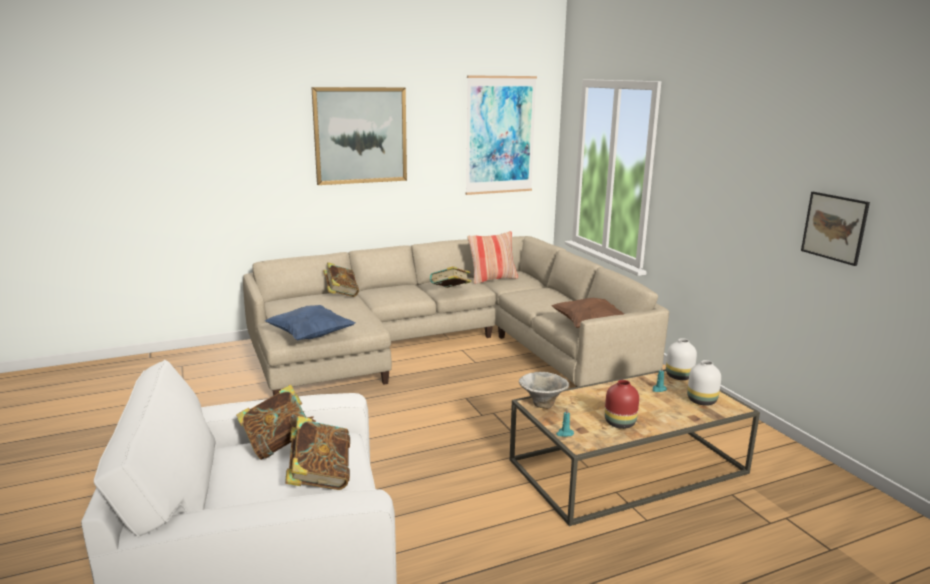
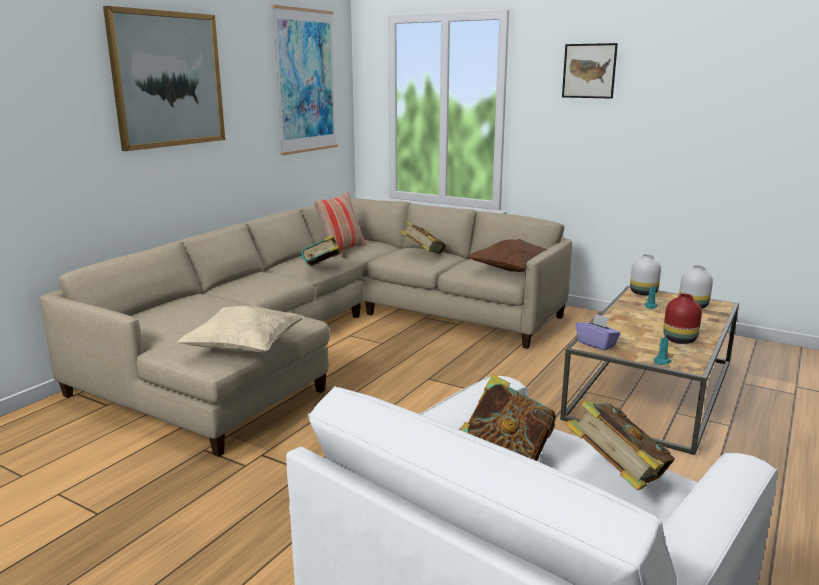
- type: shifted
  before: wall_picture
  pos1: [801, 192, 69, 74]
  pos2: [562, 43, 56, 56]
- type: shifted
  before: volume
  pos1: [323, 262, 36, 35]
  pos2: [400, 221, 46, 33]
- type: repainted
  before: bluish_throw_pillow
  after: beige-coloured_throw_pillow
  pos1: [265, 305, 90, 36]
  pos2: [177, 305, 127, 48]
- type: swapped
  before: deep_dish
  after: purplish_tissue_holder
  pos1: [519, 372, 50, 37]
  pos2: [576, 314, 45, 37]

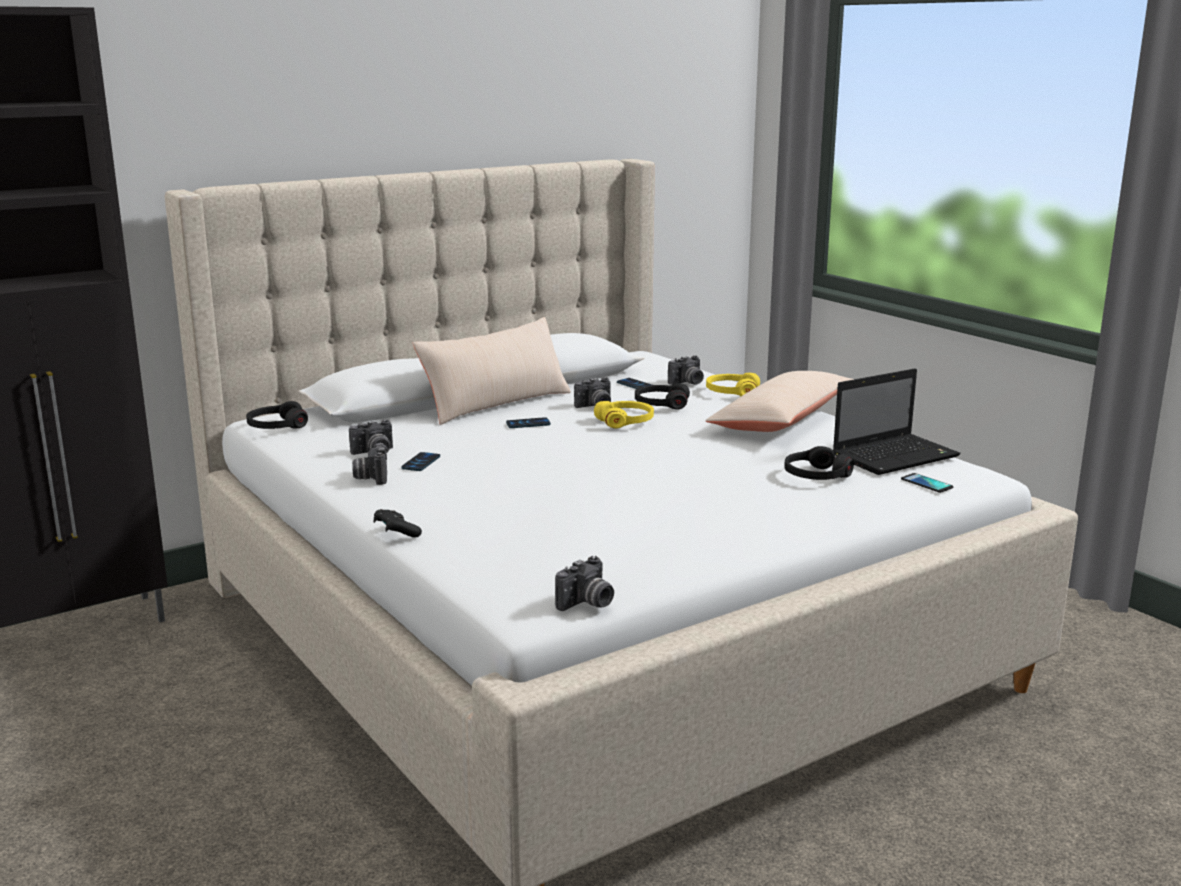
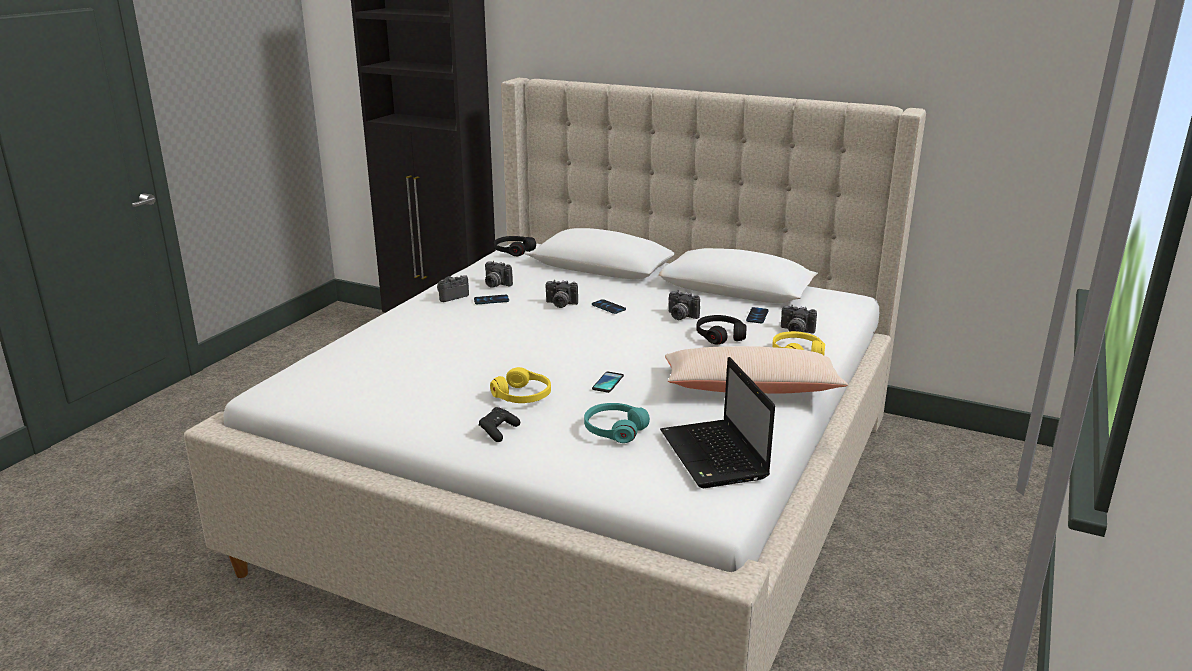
- type: gone
  before: beige-coloured_throw_pillow
  pos1: [413, 317, 158, 108]
- type: rotated
  before: portable_computer
  pos1: [833, 368, 128, 107]
  pos2: [660, 357, 115, 131]
  turn: 45
- type: shifted
  before: yellowish_pair_of_headphones
  pos1: [594, 401, 60, 27]
  pos2: [490, 367, 61, 36]
- type: repainted
  before: black-coloured_pair_of_headphones
  after: blue-green_pair_of_headphones
  pos1: [784, 446, 70, 34]
  pos2: [584, 403, 66, 40]
- type: shifted
  before: handset
  pos1: [901, 473, 53, 20]
  pos2: [592, 371, 32, 22]
- type: shifted
  before: black-coloured_game_controller
  pos1: [374, 509, 48, 29]
  pos2: [479, 407, 41, 35]
- type: shifted
  before: photo_camera
  pos1: [555, 556, 59, 55]
  pos2: [545, 280, 33, 28]

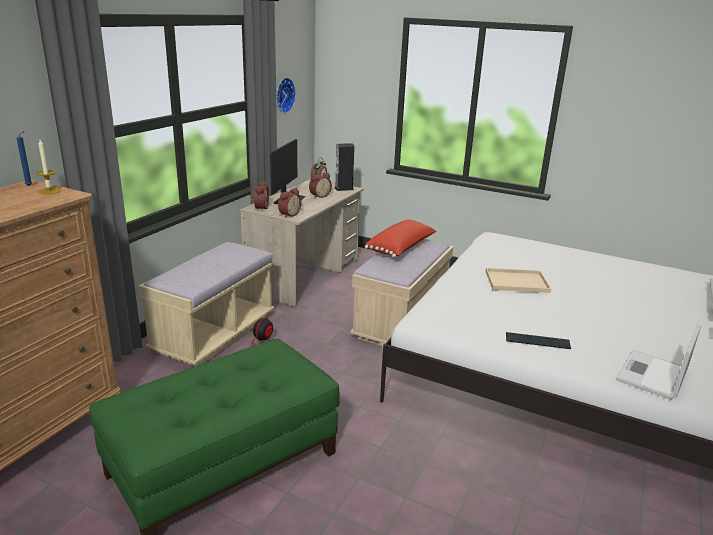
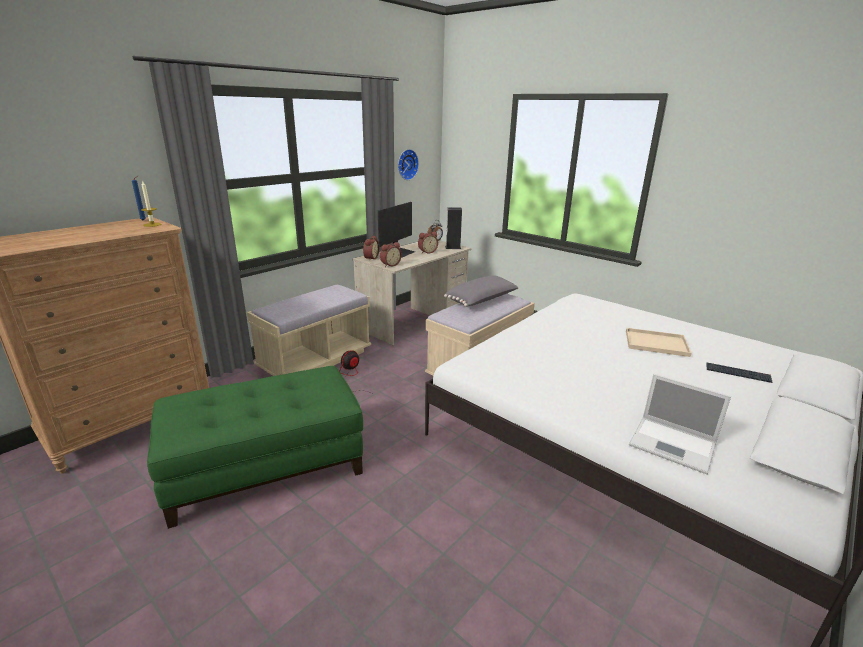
- type: repainted
  before: red-coloured_throw_pillow
  after: gray_throw_pillow
  pos1: [365, 219, 71, 38]
  pos2: [444, 275, 75, 32]
- type: shifted
  before: beige-coloured_serving_tray
  pos1: [486, 268, 65, 25]
  pos2: [626, 328, 65, 29]
- type: rotated
  before: portable_computer
  pos1: [616, 324, 85, 76]
  pos2: [629, 374, 102, 101]
  turn: -105
- type: shifted
  before: keyboard
  pos1: [506, 332, 65, 17]
  pos2: [706, 363, 67, 20]

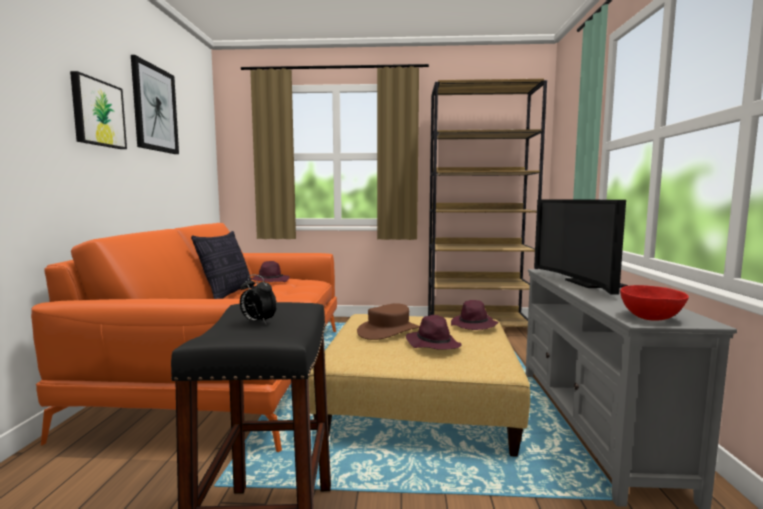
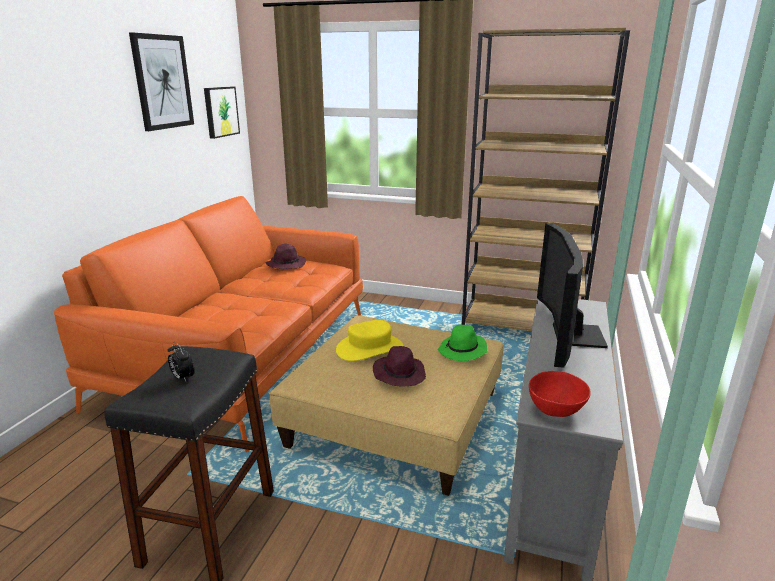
- type: shifted
  before: wall_picture
  pos1: [70, 71, 57, 78]
  pos2: [204, 87, 36, 52]
- type: gone
  before: throw_pillow
  pos1: [191, 231, 63, 68]
- type: repainted
  before: purplish_clothing_hat
  after: green_clothing_hat
  pos1: [451, 300, 48, 30]
  pos2: [438, 325, 50, 36]
- type: repainted
  before: brownish_clothing_hat
  after: yellowish_clothing_hat
  pos1: [357, 303, 63, 37]
  pos2: [336, 320, 67, 41]

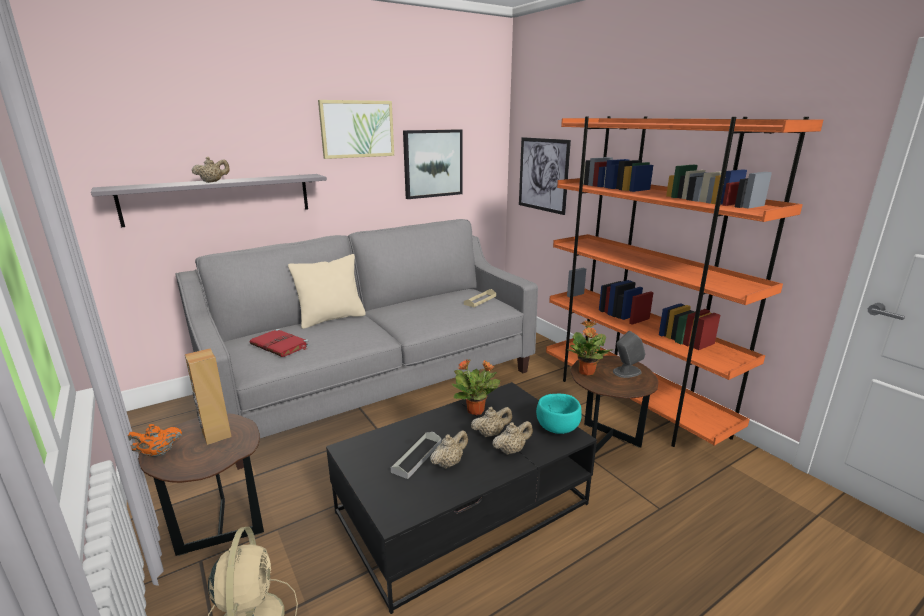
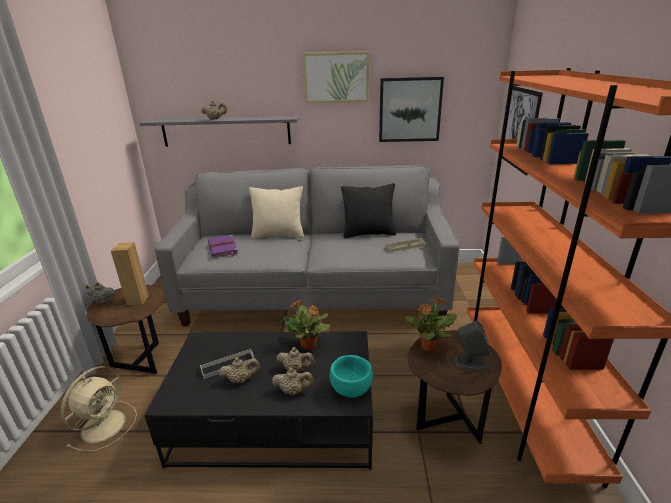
- type: repainted
  before: red-coloured_volume
  after: purplish_volume
  pos1: [250, 329, 60, 28]
  pos2: [208, 235, 31, 23]
- type: repainted
  before: orange-coloured_tea_pot
  after: beige-coloured_tea_pot
  pos1: [128, 424, 54, 33]
  pos2: [86, 282, 30, 21]
- type: new
  after: black-coloured_throw_pillow
  pos2: [341, 183, 55, 55]

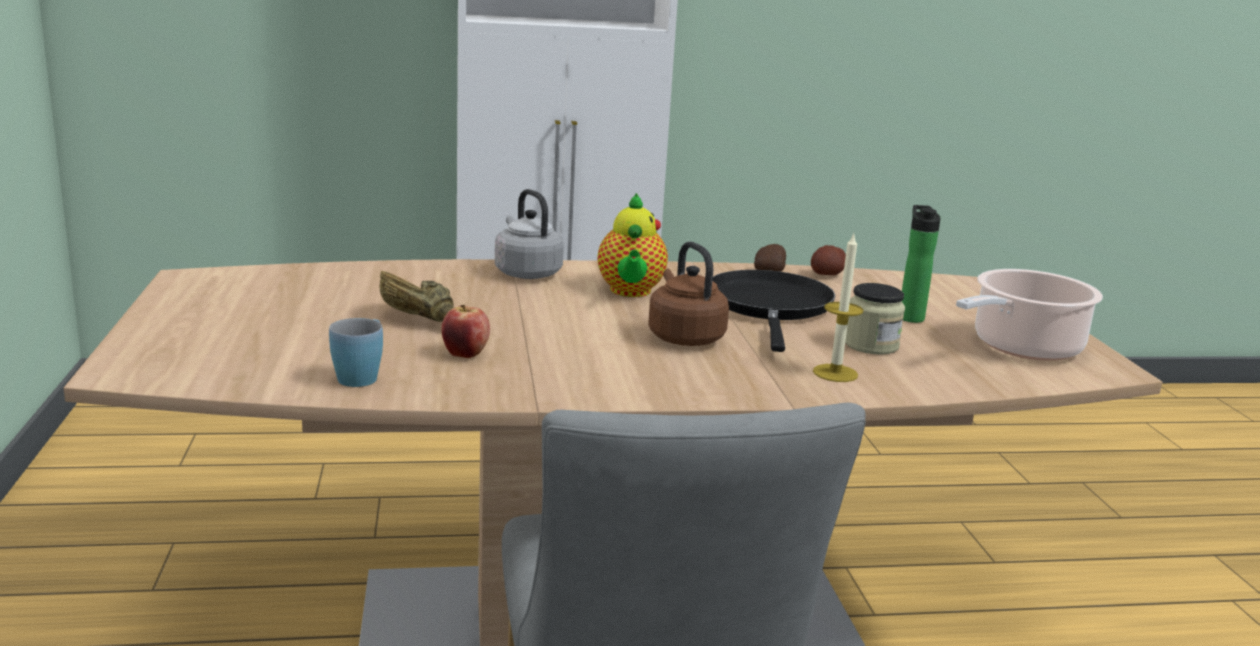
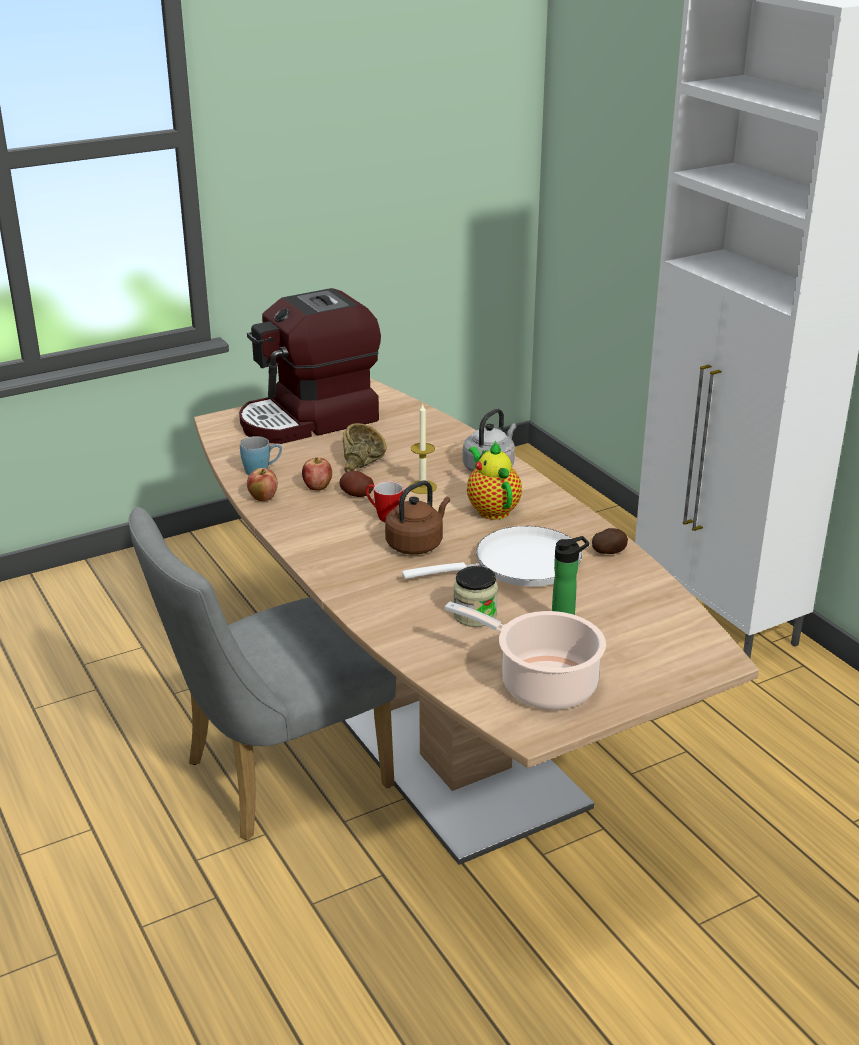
- type: rotated
  before: tea_pot
  pos1: [598, 193, 70, 104]
  pos2: [467, 441, 55, 79]
  turn: 90
- type: shifted
  before: candle
  pos1: [813, 233, 51, 149]
  pos2: [409, 403, 28, 91]
- type: shifted
  before: spud
  pos1: [811, 245, 35, 30]
  pos2: [339, 471, 35, 26]
- type: repainted
  before: black-coloured_frying_pan
  after: white_frying_pan
  pos1: [712, 270, 123, 82]
  pos2: [402, 526, 180, 60]
- type: new
  after: coffee_brewer
  pos2: [239, 288, 142, 156]
- type: new
  after: apple_fruit
  pos2: [247, 468, 31, 33]
- type: new
  after: coffee_mug
  pos2: [366, 481, 37, 41]

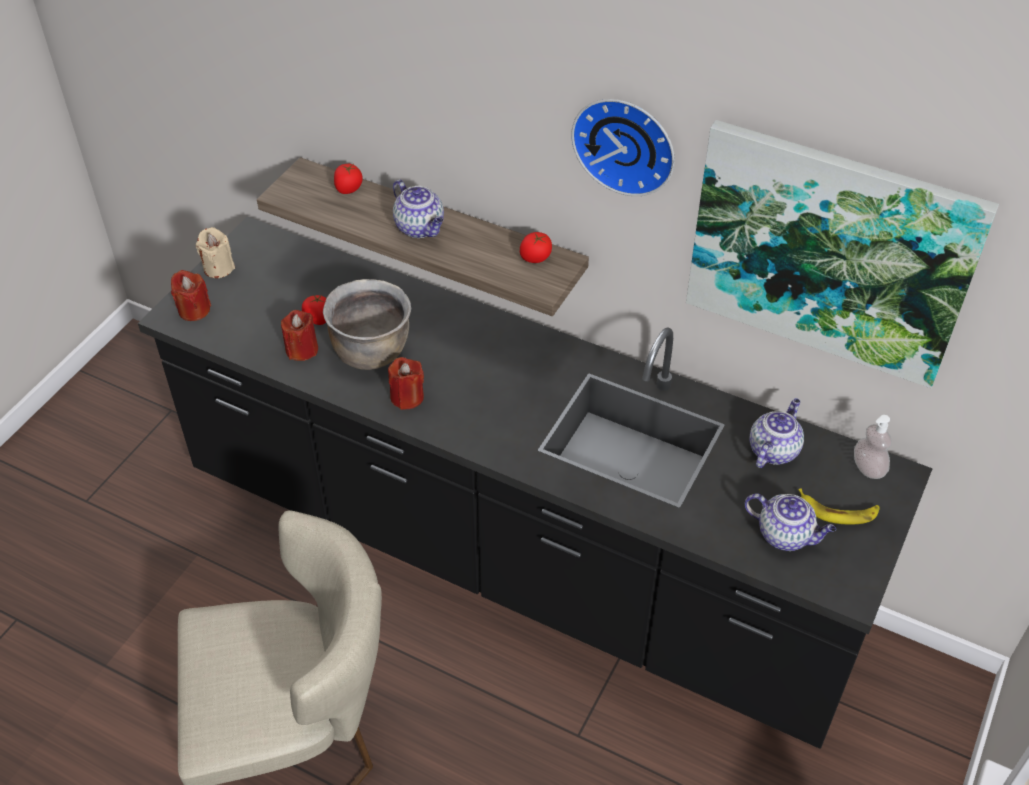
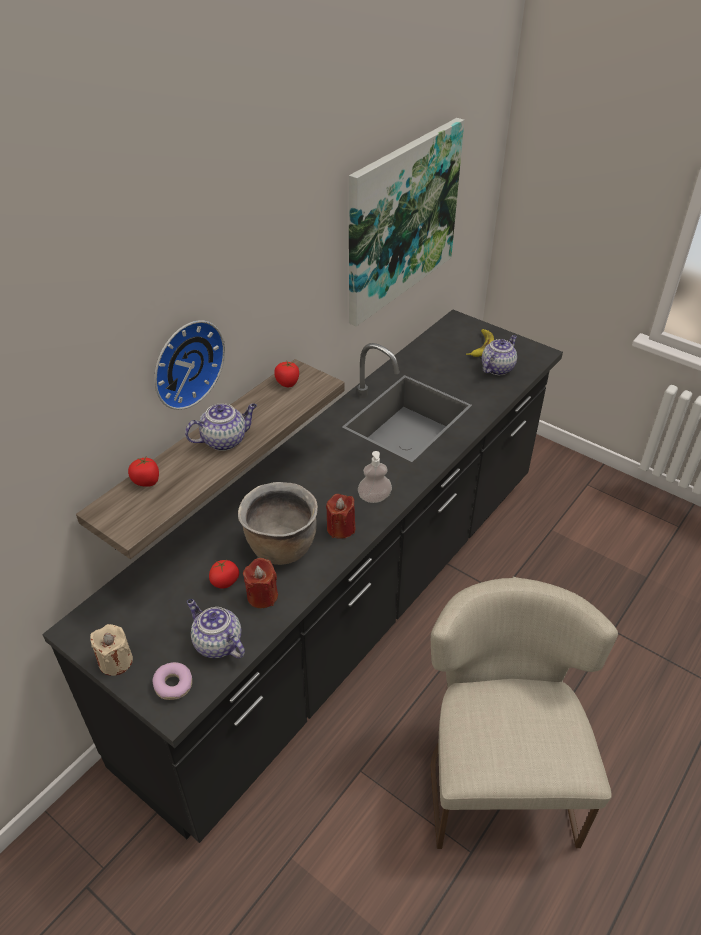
- type: shifted
  before: clock_on_the_wall
  pos1: [571, 99, 104, 97]
  pos2: [154, 320, 71, 90]
- type: swapped
  before: red-coloured_candle
  after: doughnut
  pos1: [171, 270, 40, 51]
  pos2: [152, 662, 40, 38]
- type: shifted
  before: tea_pot
  pos1: [750, 398, 54, 70]
  pos2: [187, 599, 58, 60]
- type: shifted
  before: soap_dispenser
  pos1: [854, 415, 38, 64]
  pos2: [358, 451, 34, 52]

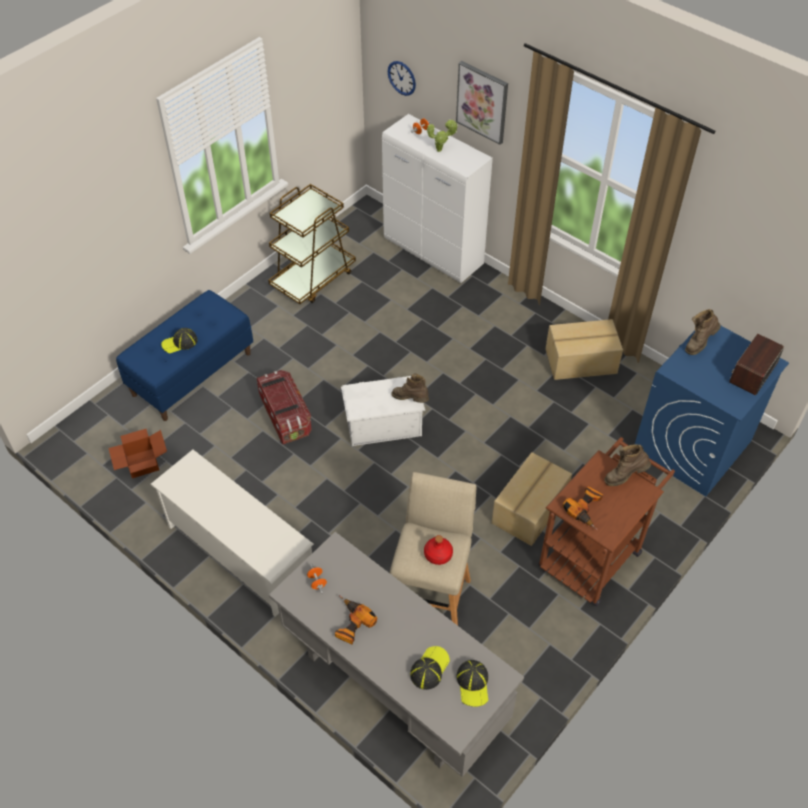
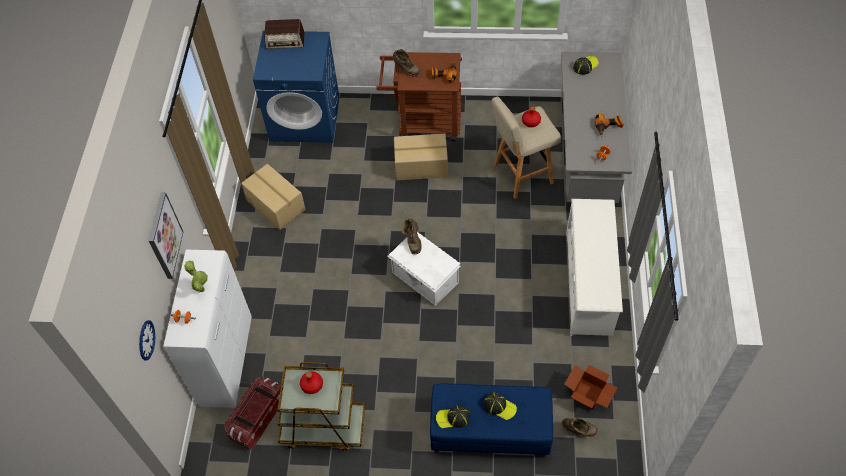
- type: shifted
  before: brownish_boot
  pos1: [685, 309, 36, 46]
  pos2: [562, 418, 36, 19]
- type: shifted
  before: storage_container
  pos1: [257, 370, 55, 74]
  pos2: [224, 377, 57, 73]
- type: shifted
  before: baseball_cap
  pos1: [410, 646, 40, 44]
  pos2: [436, 405, 34, 23]
- type: new
  after: red-coloured_drink_bottle
  pos2: [300, 371, 23, 23]

